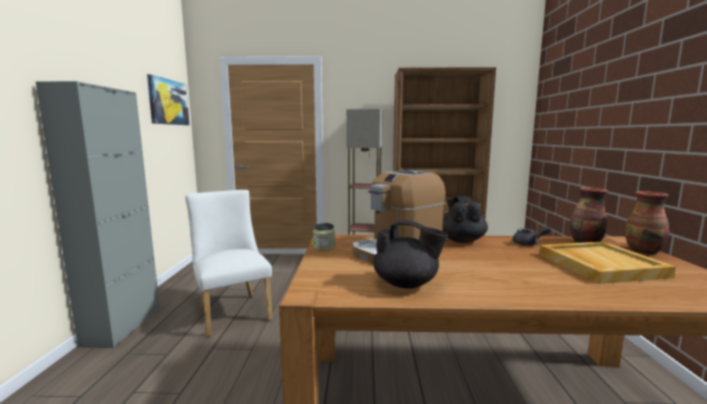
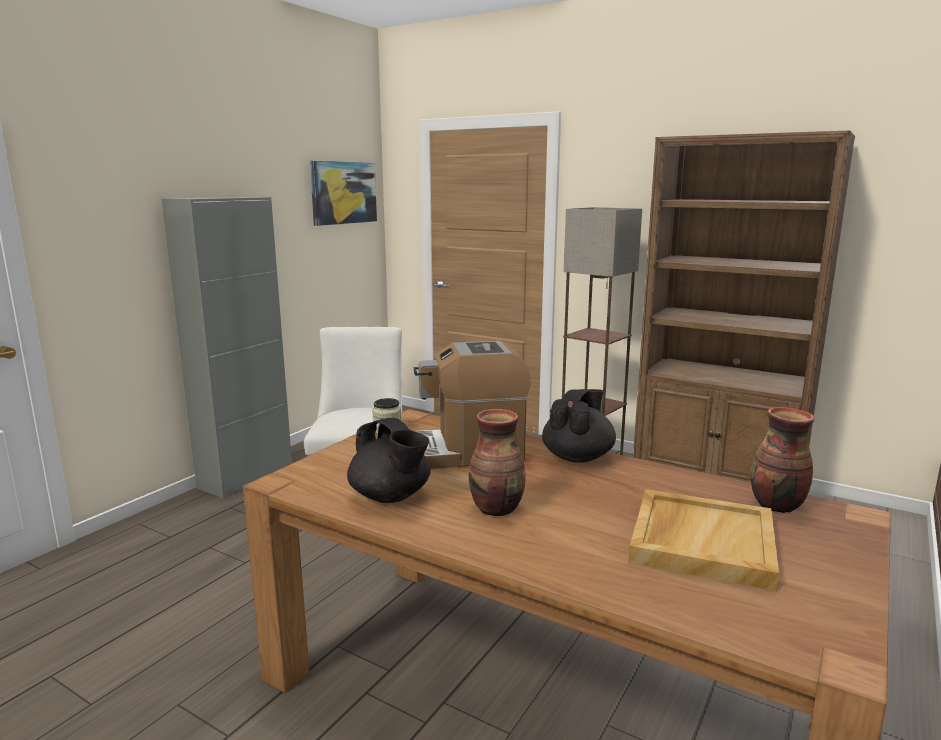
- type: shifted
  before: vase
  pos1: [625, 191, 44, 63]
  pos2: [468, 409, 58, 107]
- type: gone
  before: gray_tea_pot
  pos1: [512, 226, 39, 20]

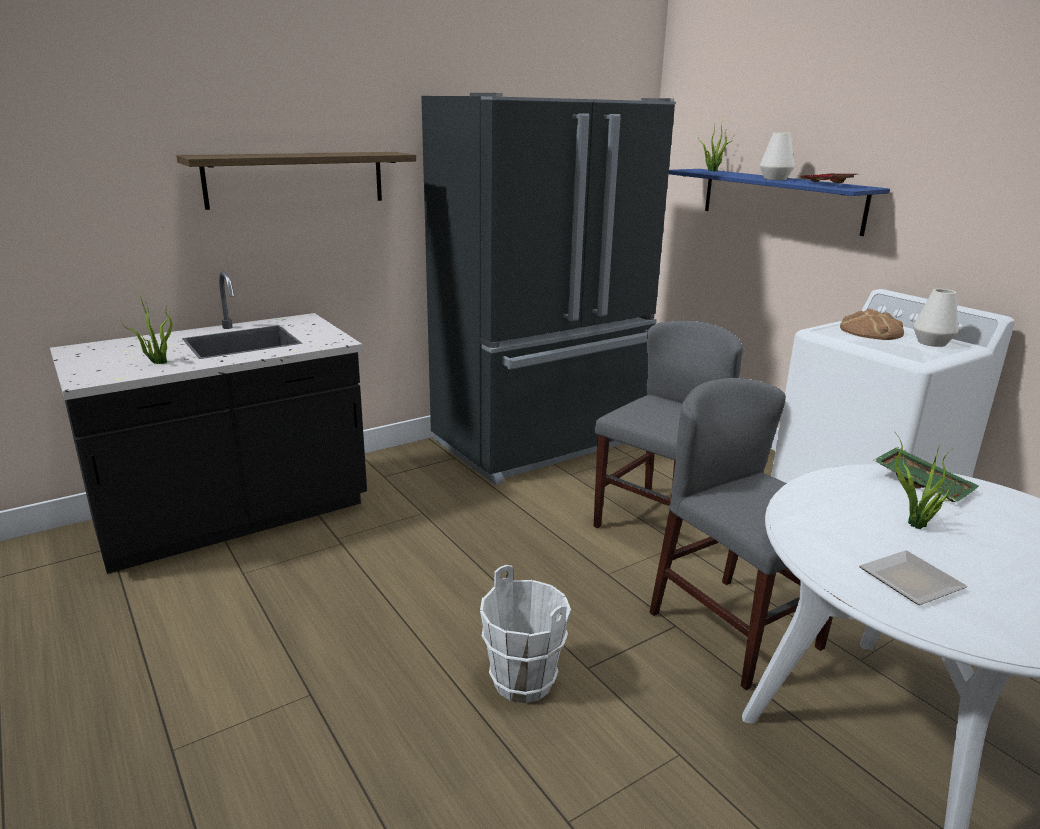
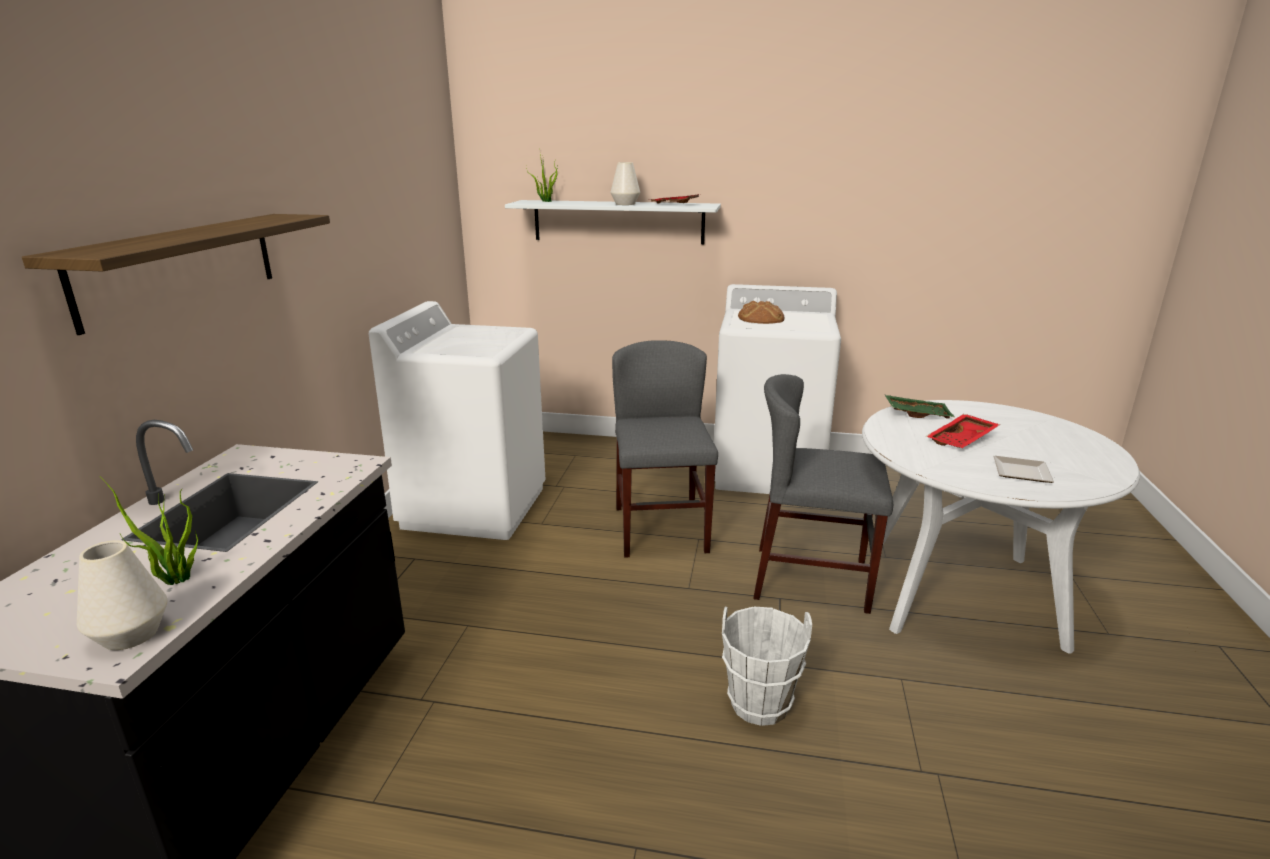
- type: swapped
  before: black-coloured_refrigerator
  after: white_laundry_appliance
  pos1: [421, 93, 255, 392]
  pos2: [369, 301, 176, 239]
- type: repainted
  before: bluish_shelf
  after: white_shelf
  pos1: [669, 169, 221, 67]
  pos2: [505, 200, 216, 44]
- type: shifted
  before: white_vase
  pos1: [913, 289, 46, 58]
  pos2: [77, 540, 90, 110]
- type: swapped
  before: plant_in_a_pot
  after: red-coloured_serving_tray
  pos1: [895, 434, 59, 95]
  pos2: [926, 414, 74, 34]

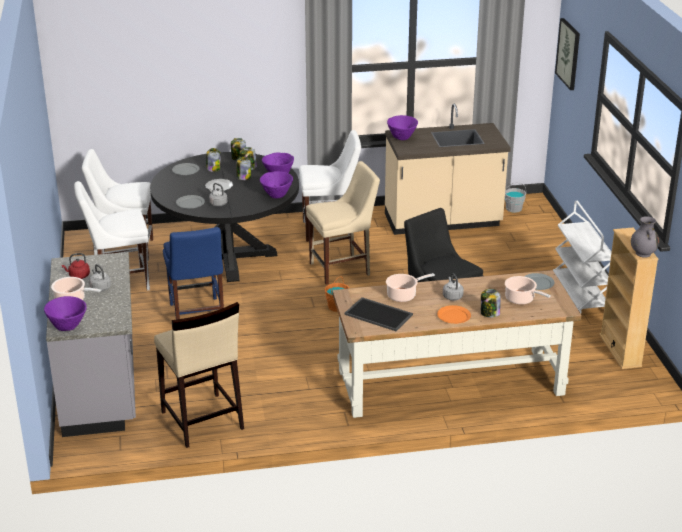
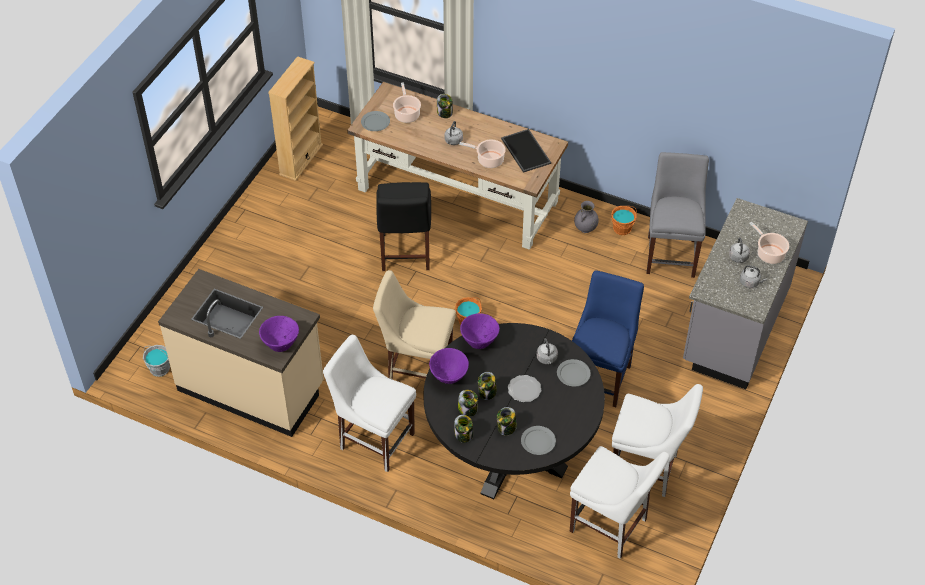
- type: gone
  before: wall_picture
  pos1: [555, 18, 25, 72]
- type: gone
  before: white_cart
  pos1: [553, 201, 59, 113]
- type: shifted
  before: gray_vase
  pos1: [631, 216, 28, 42]
  pos2: [574, 201, 25, 32]
- type: repainted
  before: red-coloured_tea_kettle
  after: gray_tea_kettle
  pos1: [62, 253, 28, 26]
  pos2: [740, 265, 27, 23]
- type: gone
  before: purplish_deep_dish
  pos1: [44, 296, 43, 35]
- type: swapped
  before: beige-coloured_stool
  after: gray_upright_chair
  pos1: [154, 302, 90, 146]
  pos2: [646, 152, 63, 126]
- type: gone
  before: orange-coloured_dinner_plate
  pos1: [437, 305, 34, 19]
- type: new
  after: orange-coloured_bucket
  pos2: [611, 206, 26, 29]

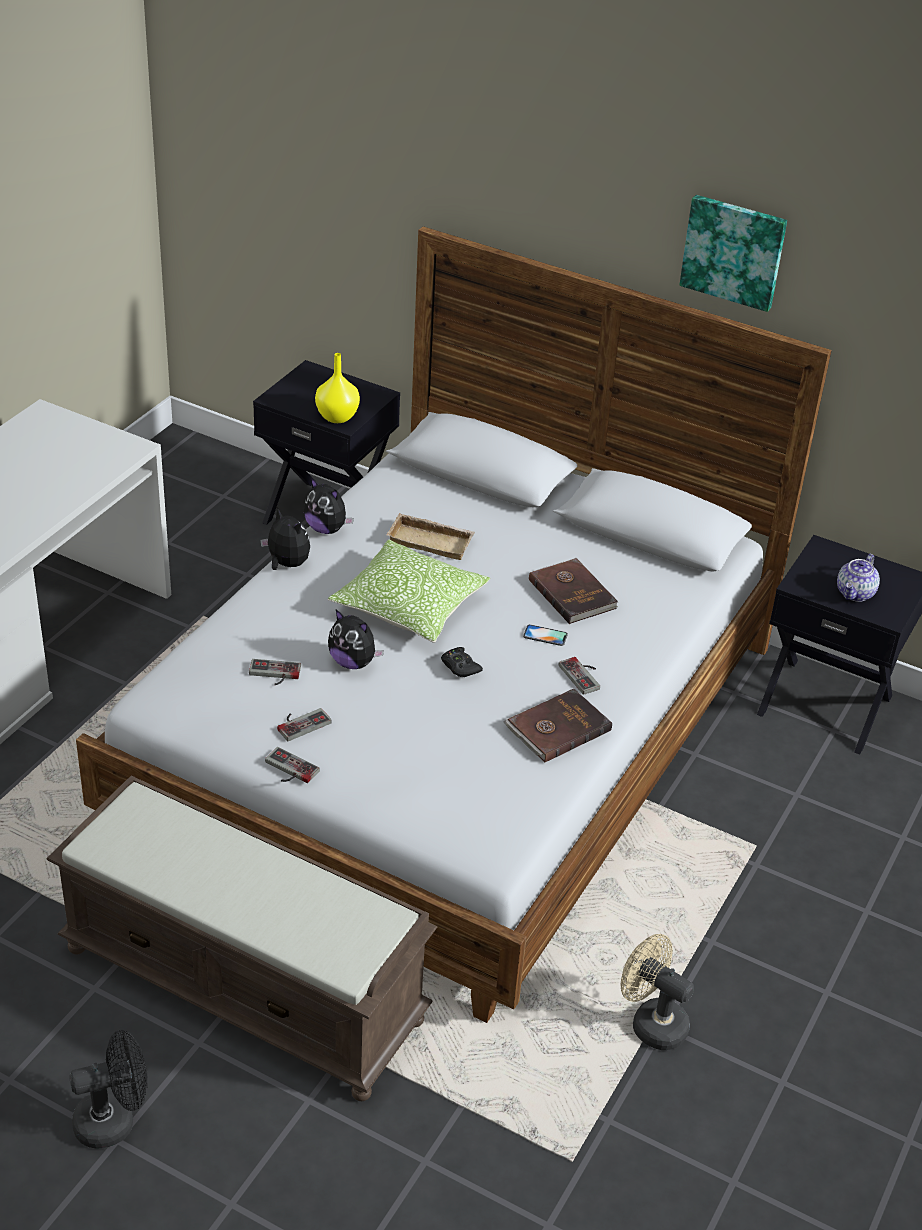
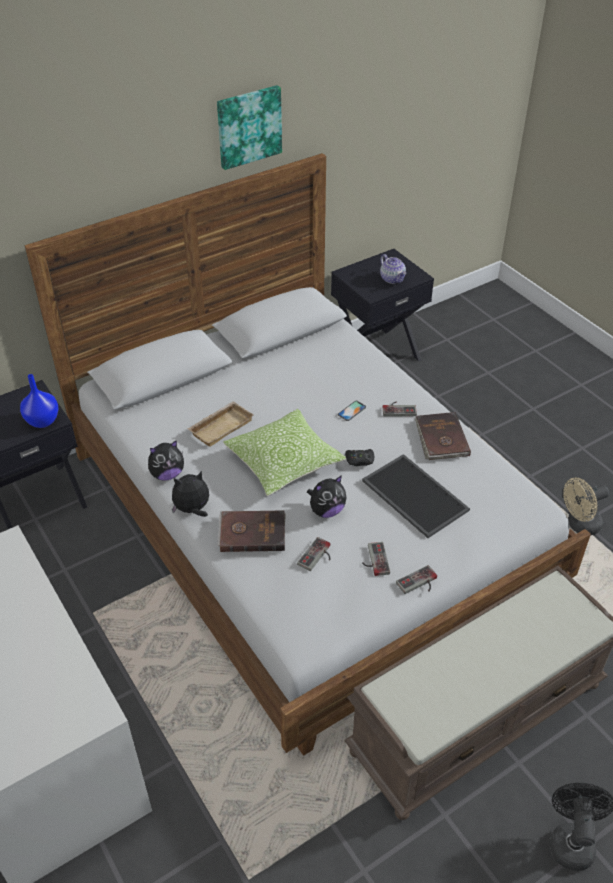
- type: repainted
  before: yellowish_vase
  after: bluish_vase
  pos1: [315, 353, 45, 70]
  pos2: [20, 374, 39, 54]
- type: shifted
  before: brownish_volume
  pos1: [529, 558, 89, 66]
  pos2: [218, 510, 68, 42]
- type: new
  after: serving_tray
  pos2: [362, 454, 108, 84]

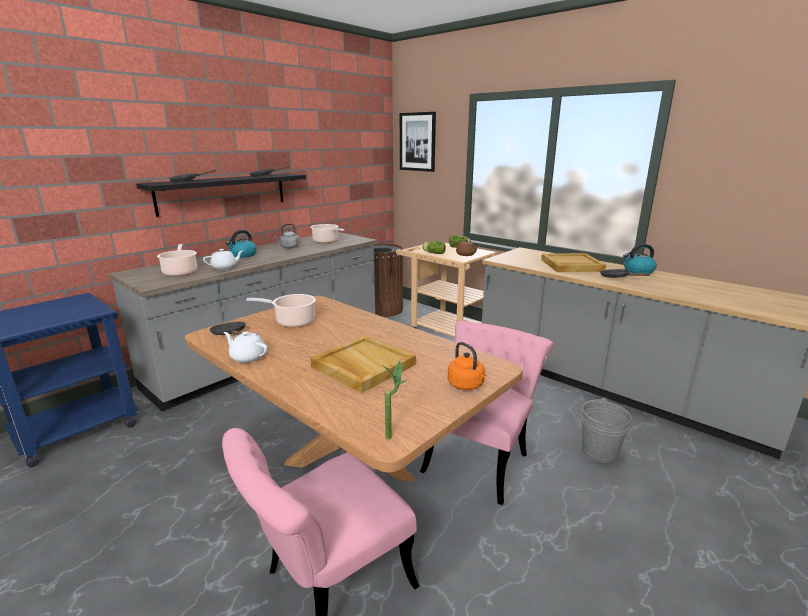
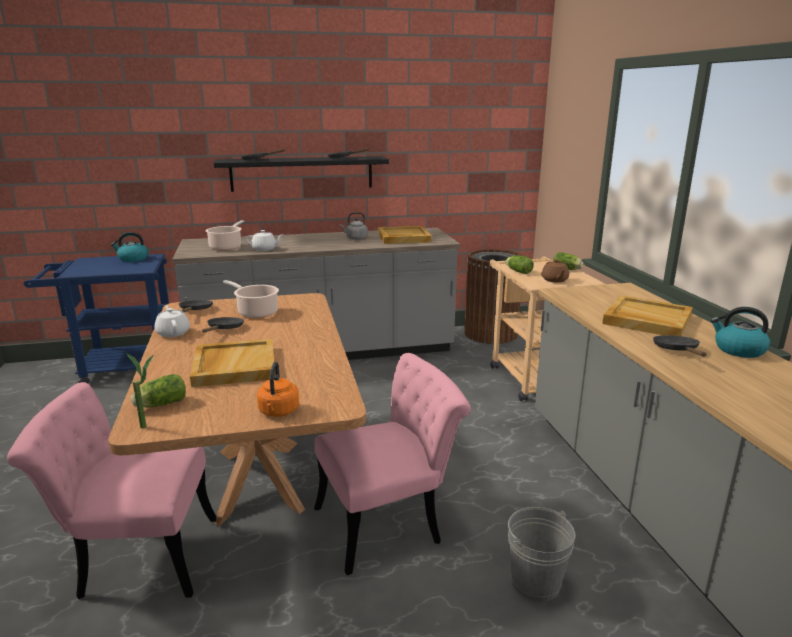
- type: gone
  before: wall_picture
  pos1: [400, 112, 36, 60]
- type: swapped
  before: cooking_pot
  after: beige-coloured_serving_tray
  pos1: [311, 224, 33, 19]
  pos2: [378, 226, 53, 18]
- type: shifted
  before: tea_kettle
  pos1: [226, 230, 31, 28]
  pos2: [111, 232, 37, 30]
- type: new
  after: black-coloured_frying_pan
  pos2: [202, 317, 42, 15]
- type: new
  after: lettuce
  pos2: [131, 374, 55, 34]

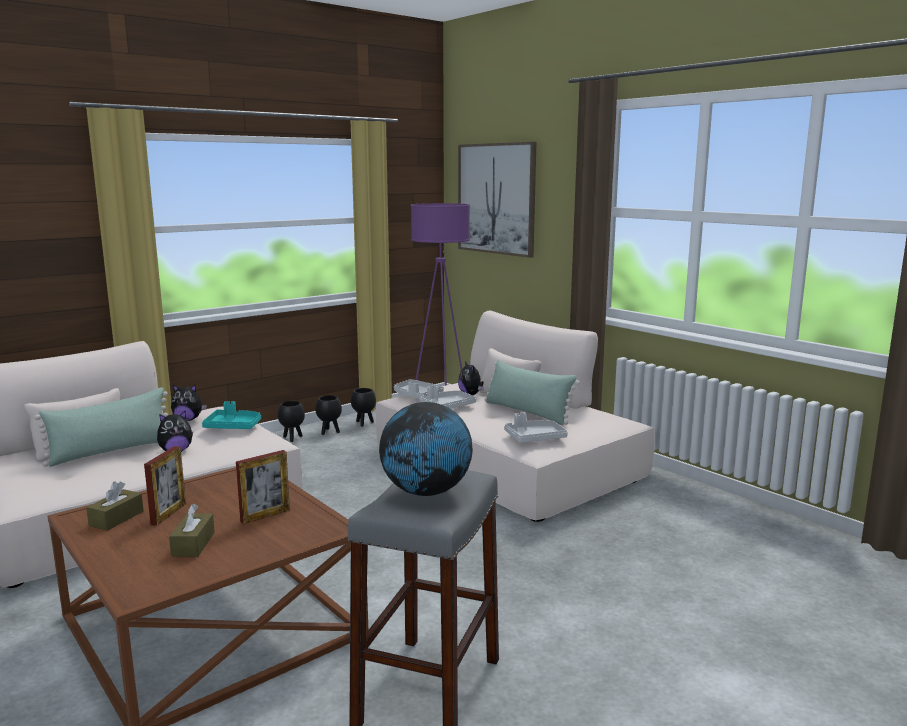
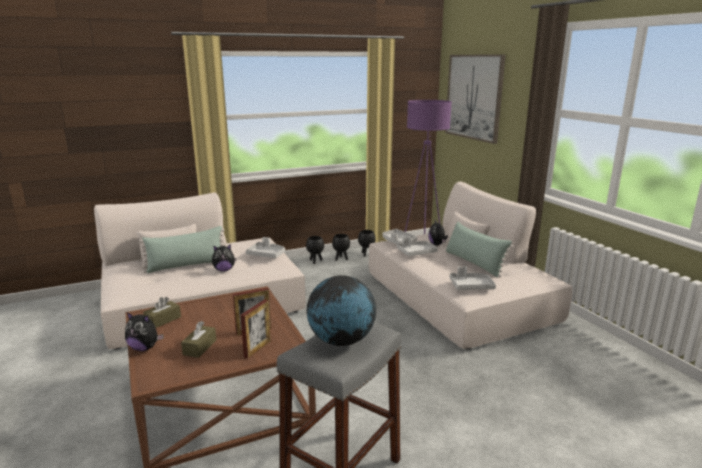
- type: shifted
  before: cuddly_toy
  pos1: [171, 385, 36, 36]
  pos2: [125, 312, 39, 39]
- type: repainted
  before: blue-green_serving_tray
  after: gray_serving_tray
  pos1: [202, 401, 59, 28]
  pos2: [246, 237, 39, 21]
- type: shifted
  before: picture_frame
  pos1: [144, 446, 42, 80]
  pos2: [241, 299, 30, 60]

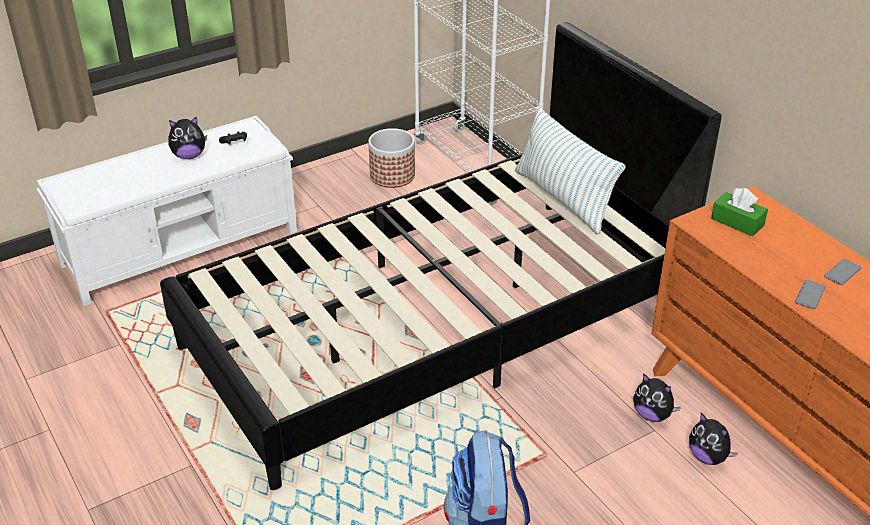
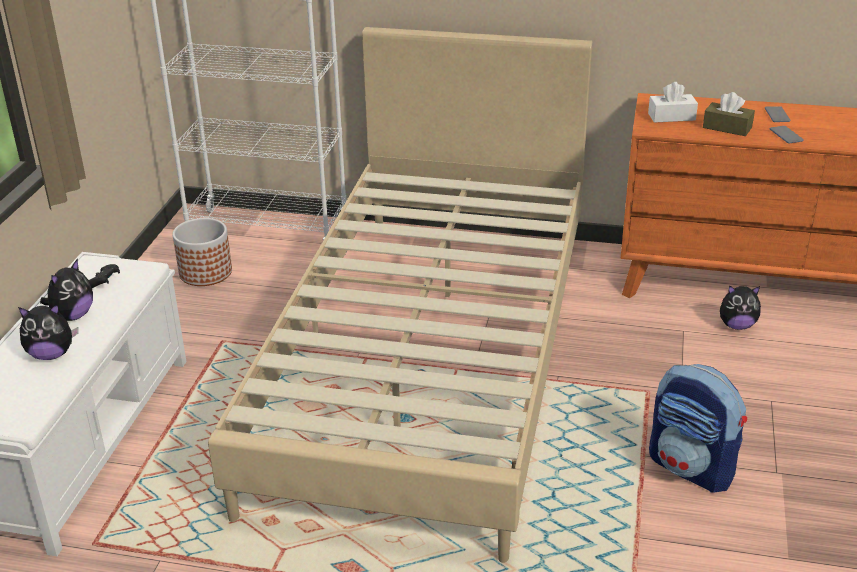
- type: repainted
  before: black-coloured_bedroom_bed
  after: beige-coloured_bedroom_bed
  pos1: [160, 22, 562, 468]
  pos2: [208, 27, 385, 536]
- type: gone
  before: throw_pillow
  pos1: [515, 106, 111, 128]
- type: repainted
  before: green_tissue_holder
  after: white_tissue_holder
  pos1: [711, 188, 57, 49]
  pos2: [648, 82, 50, 41]
- type: shifted
  before: cuddly_toy
  pos1: [633, 373, 48, 49]
  pos2: [18, 304, 60, 56]
- type: new
  after: brownish_tissue_holder
  pos2: [703, 92, 52, 44]

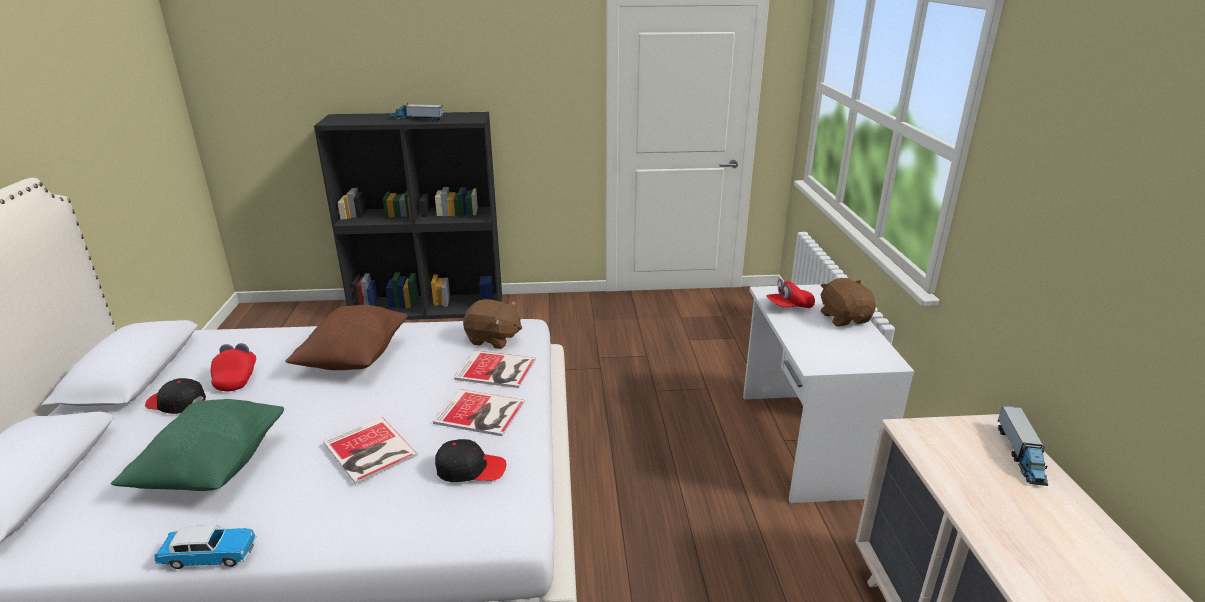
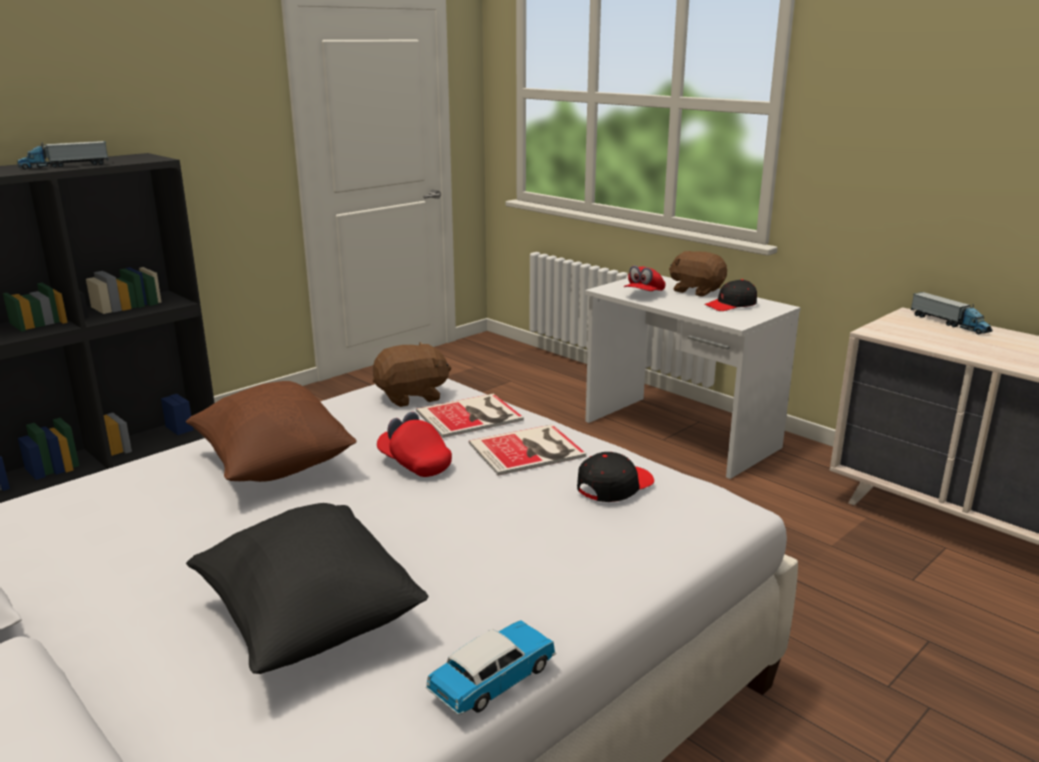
- type: shifted
  before: red-coloured_baseball_cap
  pos1: [211, 343, 45, 48]
  pos2: [377, 412, 75, 65]
- type: shifted
  before: black-coloured_baseball_cap
  pos1: [145, 378, 61, 36]
  pos2: [704, 279, 53, 32]
- type: repainted
  before: green_throw_pillow
  after: black-coloured_throw_pillow
  pos1: [111, 399, 173, 92]
  pos2: [186, 503, 242, 171]
- type: gone
  before: volume
  pos1: [323, 417, 95, 67]

